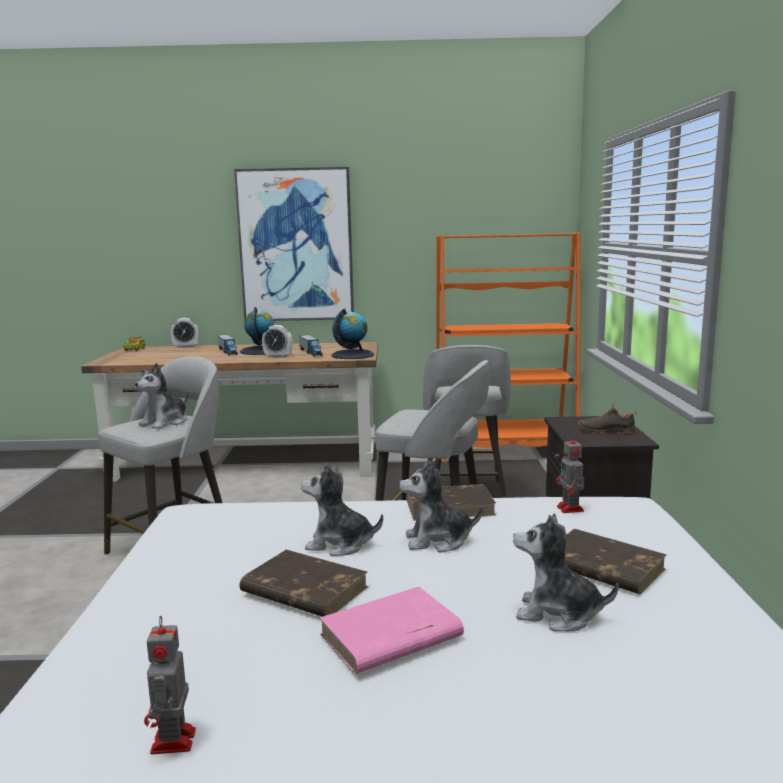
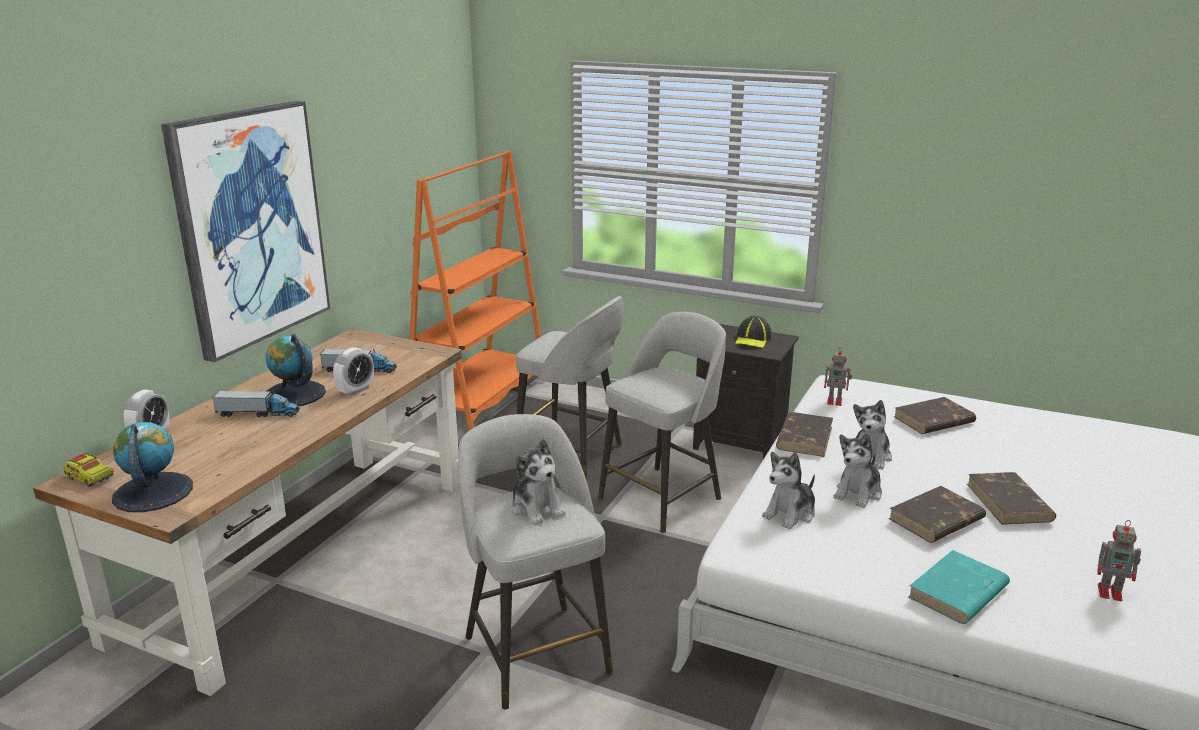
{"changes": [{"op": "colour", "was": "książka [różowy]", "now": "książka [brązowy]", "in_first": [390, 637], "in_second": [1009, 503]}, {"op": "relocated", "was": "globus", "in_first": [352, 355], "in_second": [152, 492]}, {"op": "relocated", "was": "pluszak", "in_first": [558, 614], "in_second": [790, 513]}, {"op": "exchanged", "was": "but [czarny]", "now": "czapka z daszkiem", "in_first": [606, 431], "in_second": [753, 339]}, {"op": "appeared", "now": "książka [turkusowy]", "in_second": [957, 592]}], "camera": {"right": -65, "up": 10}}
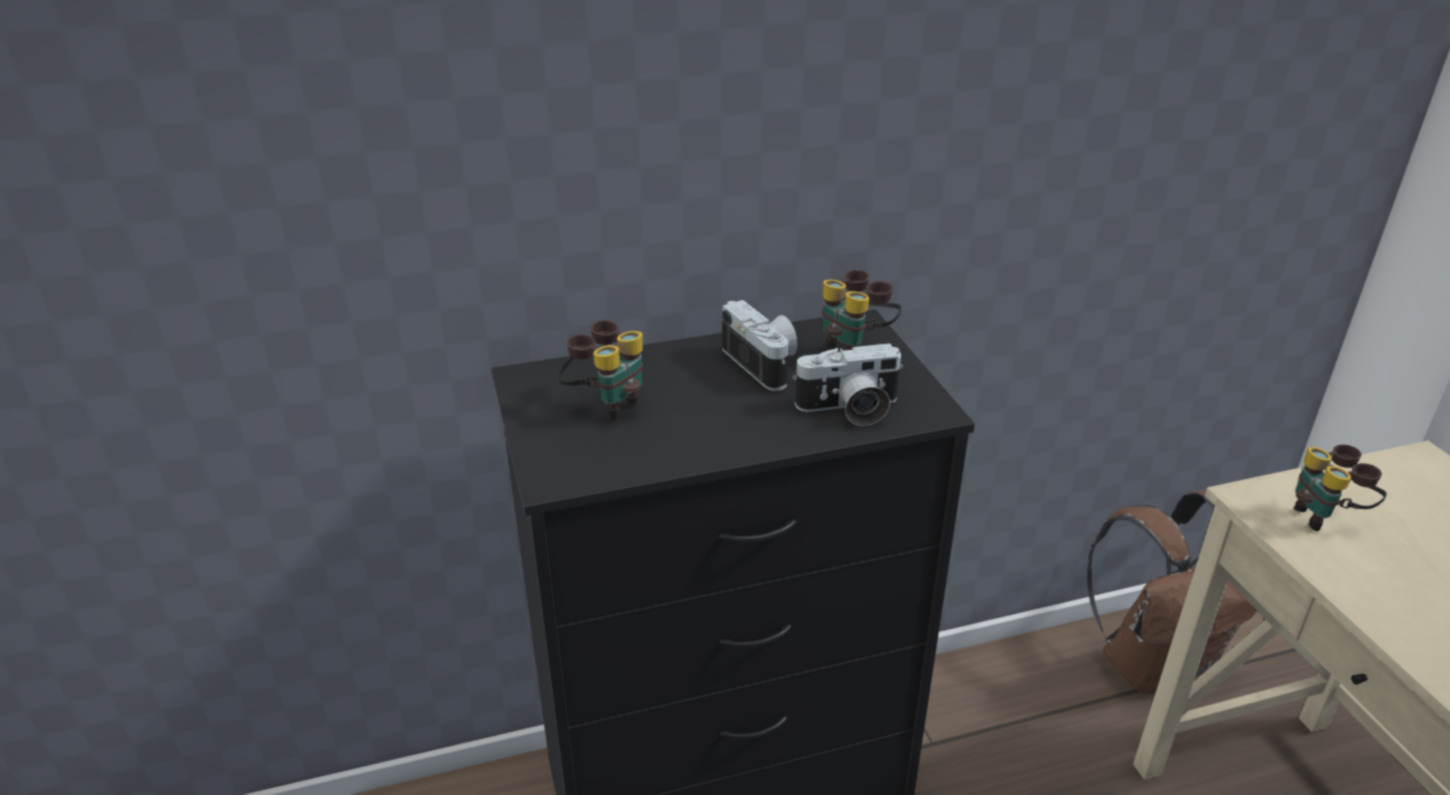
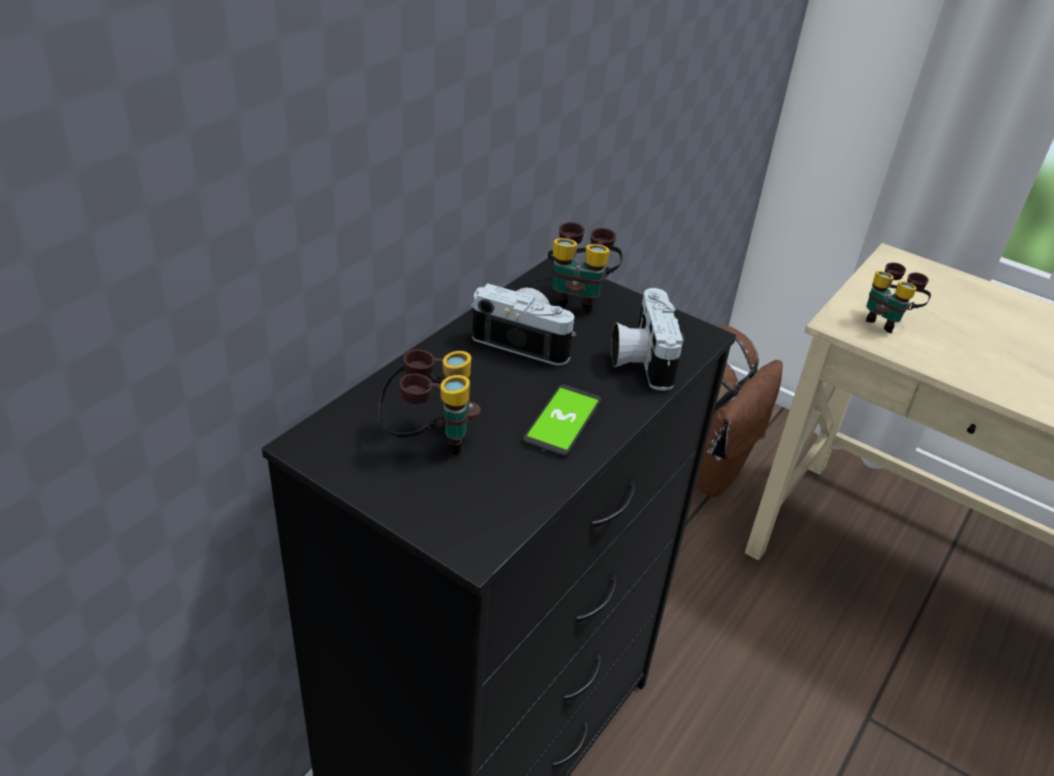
{"changes": [{"op": "spun", "was": "aparat fotograficzny", "in_first": [849, 410], "in_second": [640, 359], "clockwise": 135}, {"op": "appeared", "now": "telefon", "in_second": [563, 422]}], "camera": {"right": -40, "up": 5}}
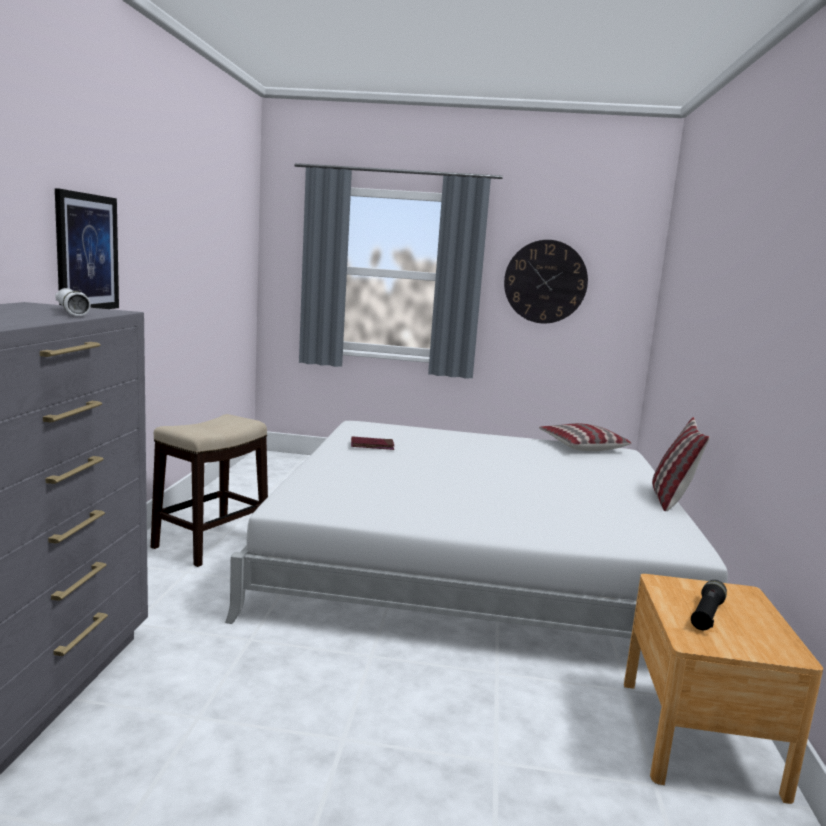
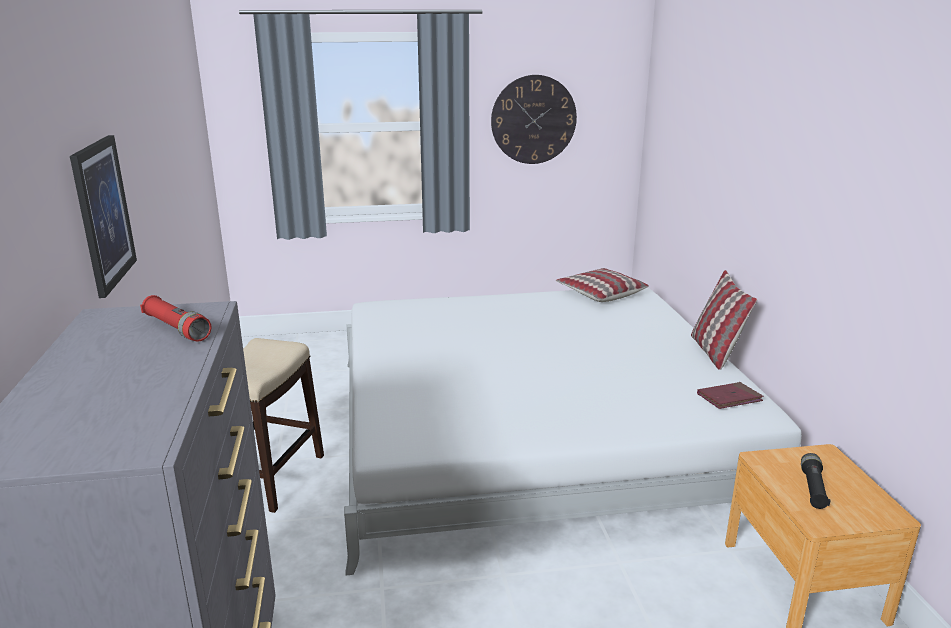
{"changes": [{"op": "colour", "was": "latarka [biały]", "now": "latarka [czerwony]", "in_first": [72, 312], "in_second": [177, 329]}, {"op": "relocated", "was": "książka [czerwony]", "in_first": [372, 446], "in_second": [729, 398]}], "camera": {"right": -15, "up": 10}}
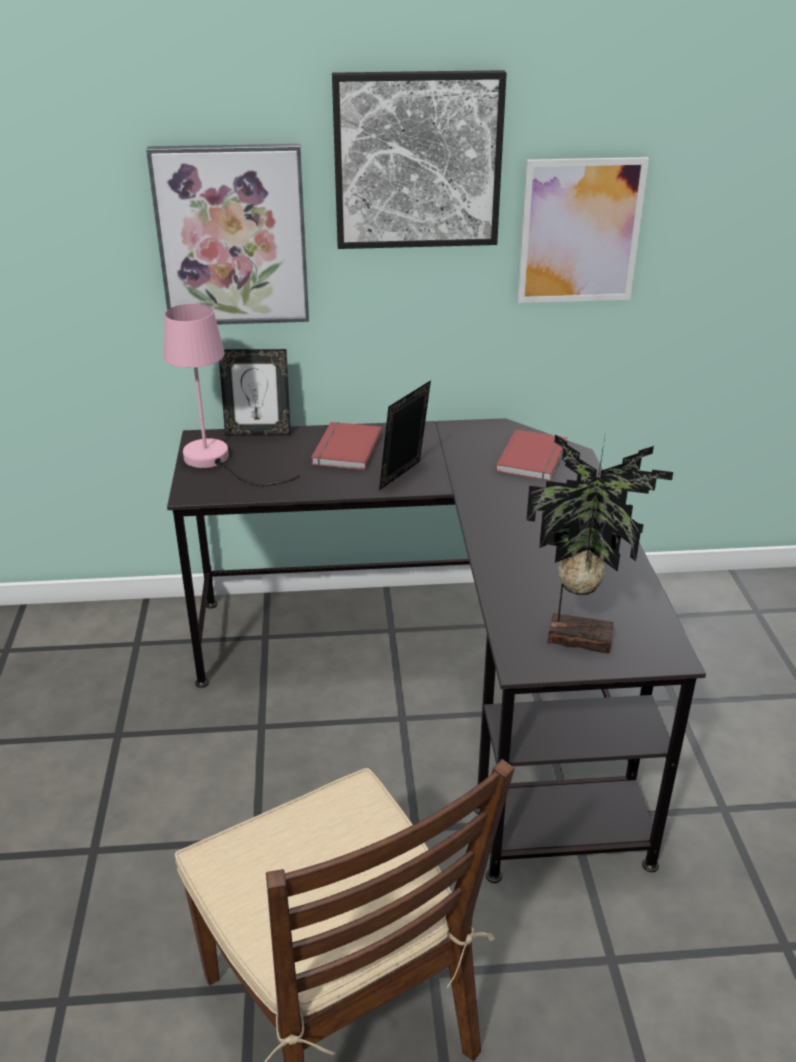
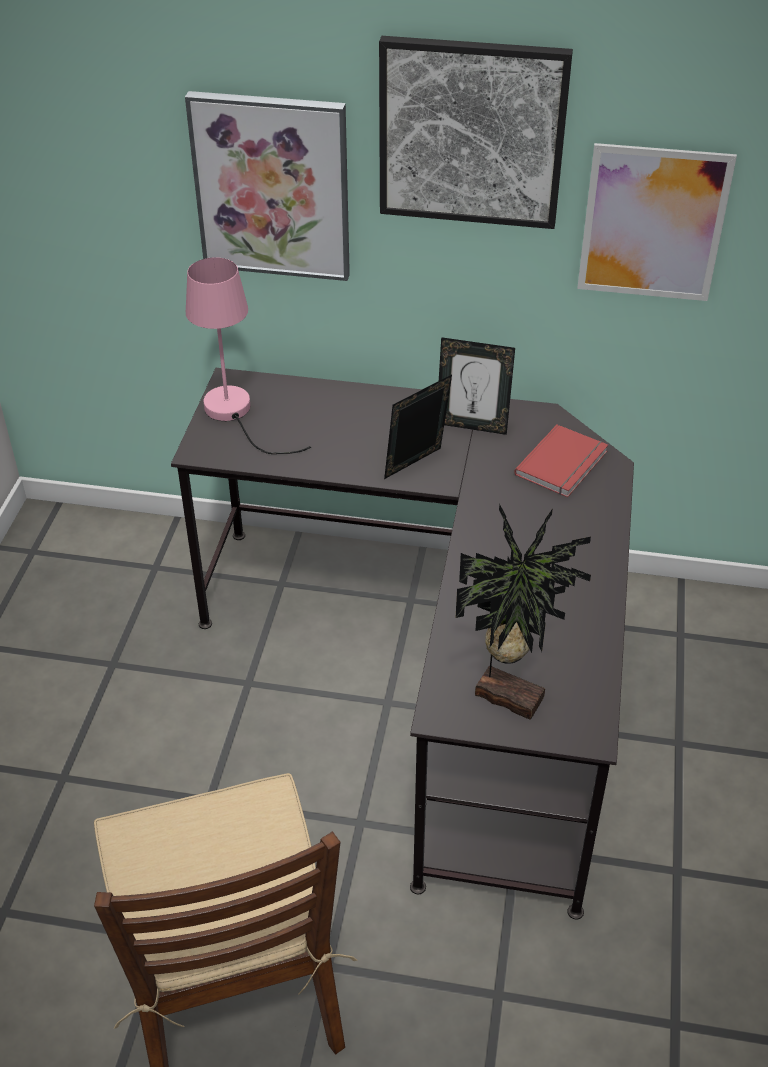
{"changes": [{"op": "relocated", "was": "ramka na zdjęcie", "in_first": [258, 433], "in_second": [472, 425]}, {"op": "missing", "was": "książka [czerwony]", "in_first": [344, 449]}], "camera": {"right": 15, "up": 10}}
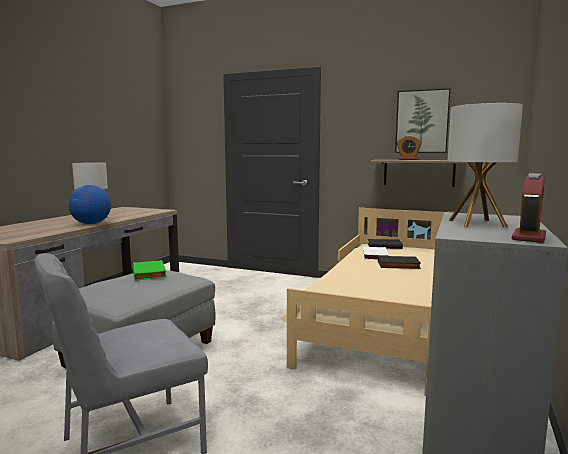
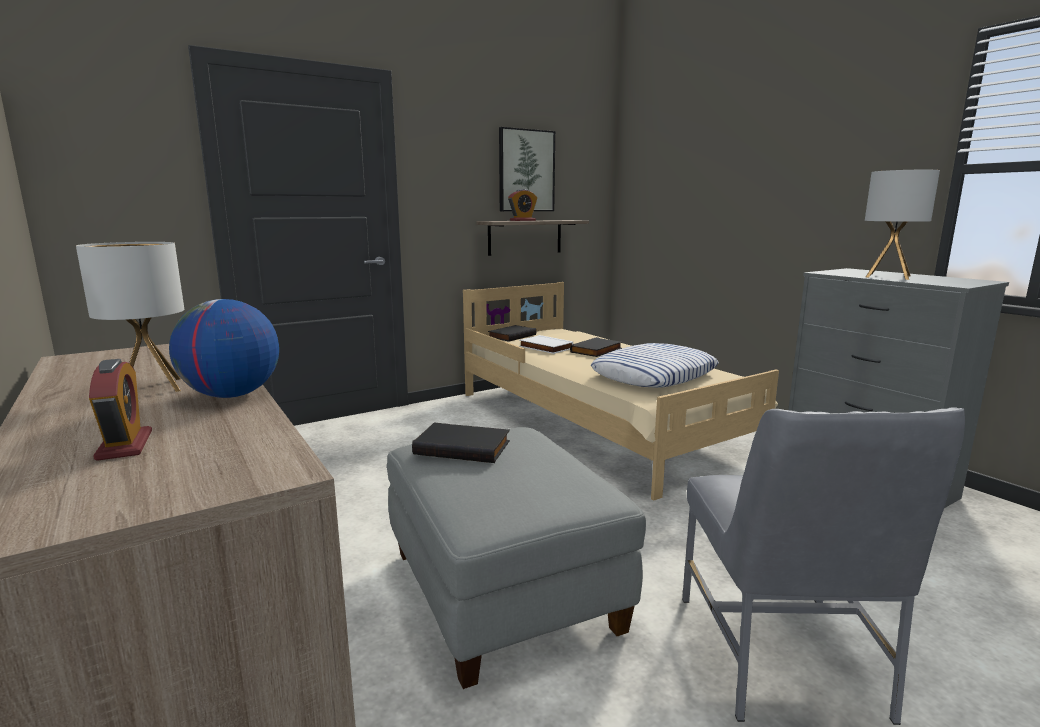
{"changes": [{"op": "colour", "was": "książka [zielony]", "now": "książka [czarny]", "in_first": [150, 273], "in_second": [463, 447]}, {"op": "relocated", "was": "budzik", "in_first": [529, 237], "in_second": [125, 445]}, {"op": "appeared", "now": "poduszka", "in_second": [654, 375]}], "camera": {"right": -55, "up": 5}}
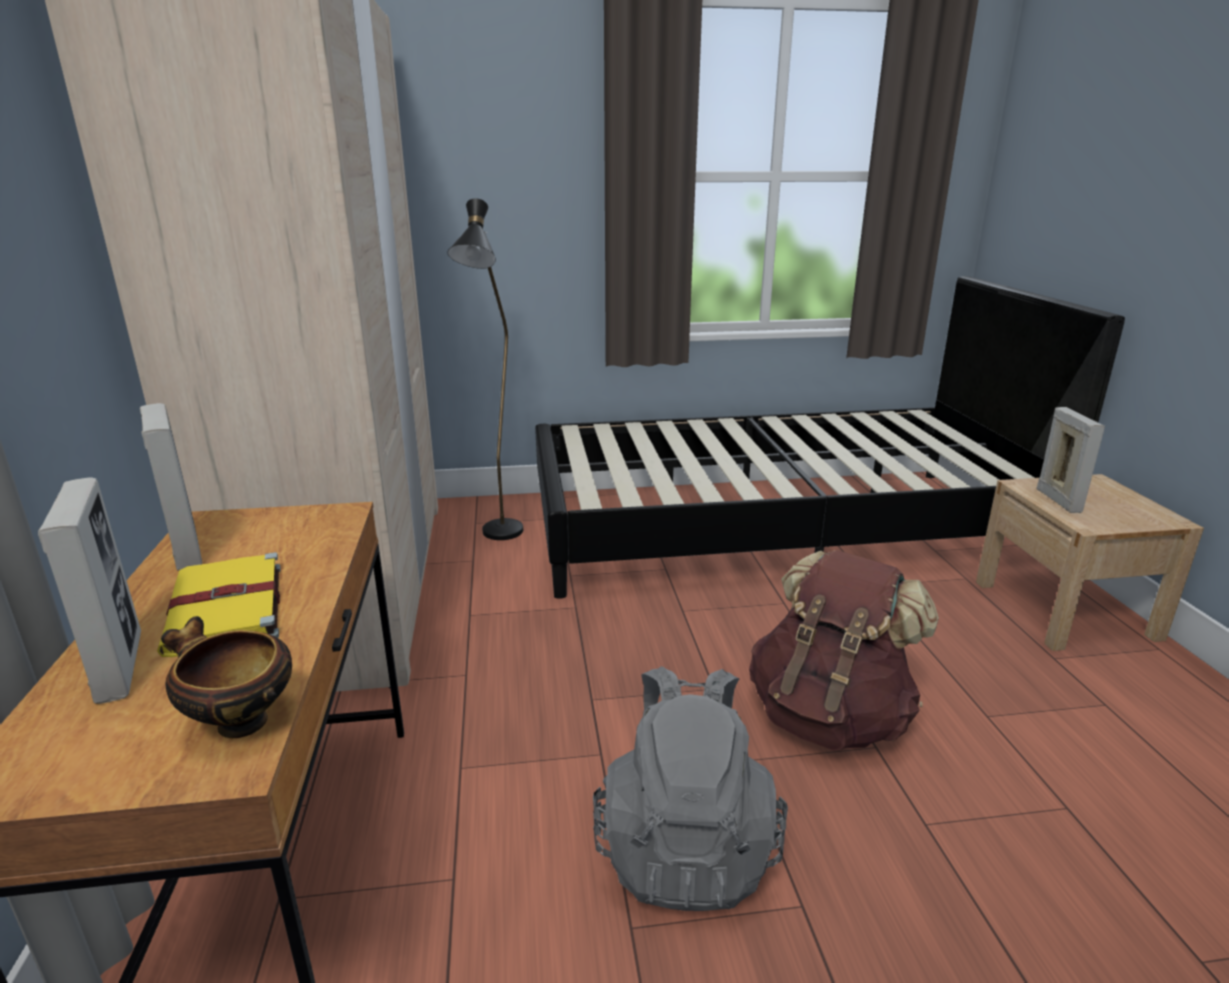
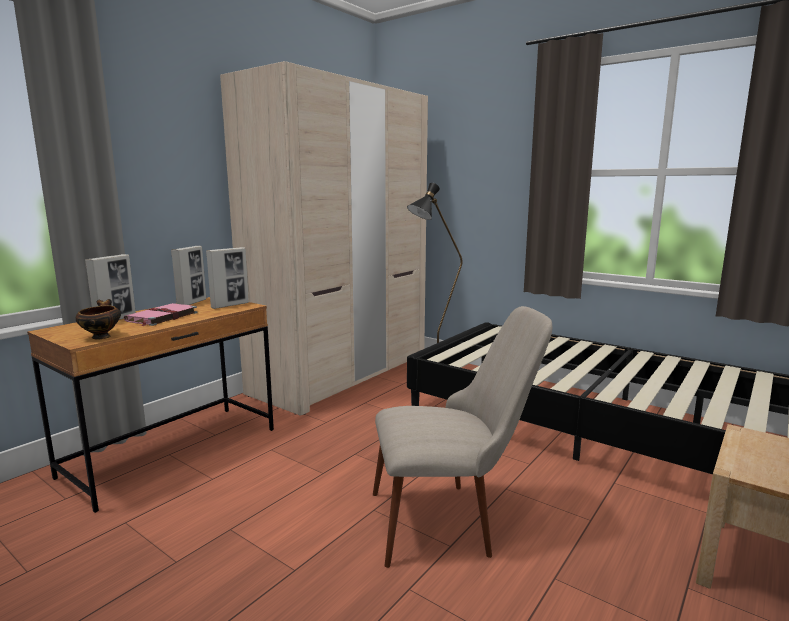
{"changes": [{"op": "colour", "was": "książka [żółty]", "now": "książka [różowy]", "in_first": [226, 610], "in_second": [161, 317]}, {"op": "missing", "was": "plecak [szary]", "in_first": [685, 848]}, {"op": "exchanged", "was": "plecak [brązowy]", "now": "krzesło [beżowy]", "in_first": [829, 716], "in_second": [451, 520]}, {"op": "relocated", "was": "ramka na zdjęcie", "in_first": [1058, 501], "in_second": [230, 305]}], "camera": {"right": 45, "up": -10}}
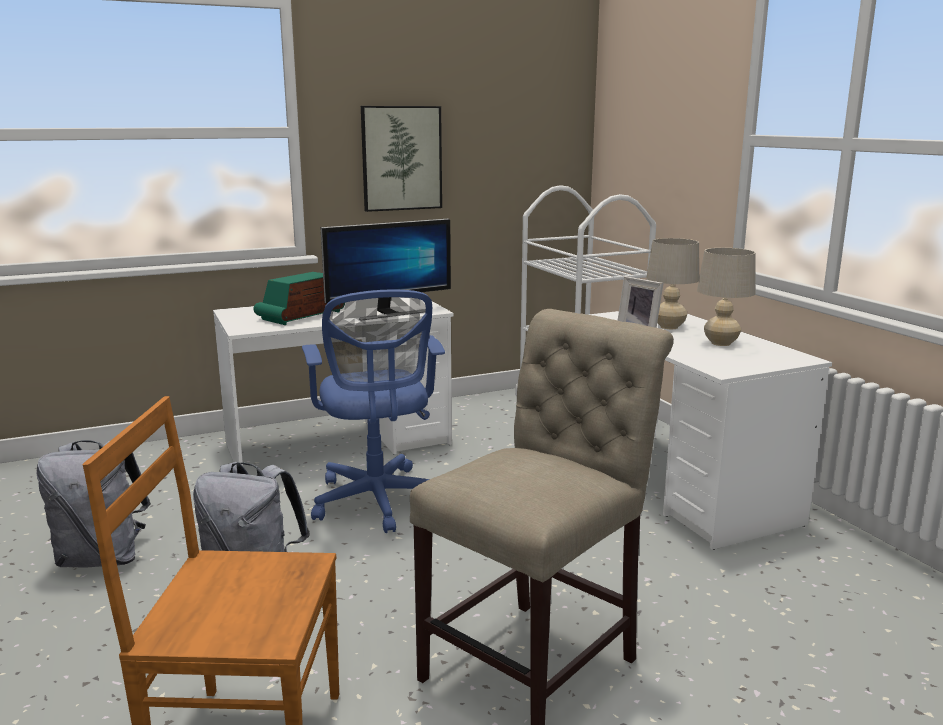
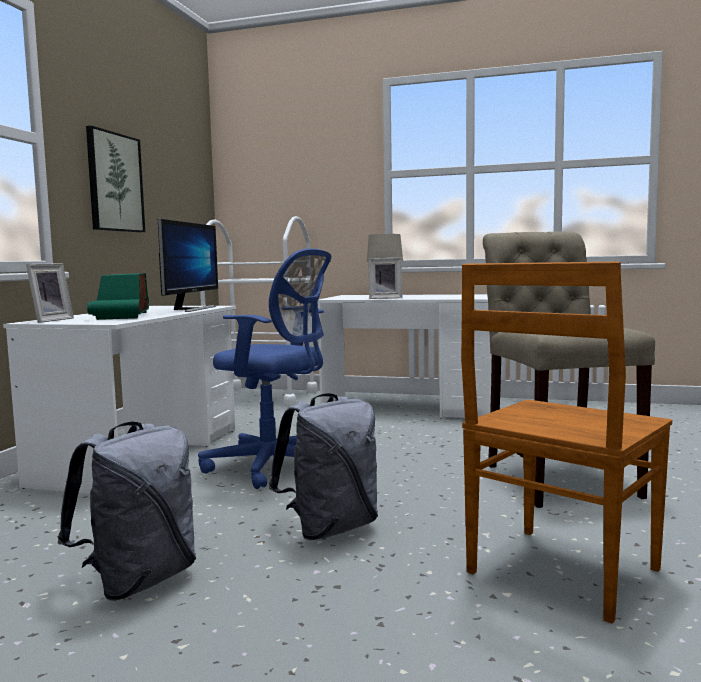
{"changes": [{"op": "missing", "was": "lampa stołowa [beżowy]", "in_first": [721, 343]}, {"op": "appeared", "now": "ramka na zdjęcie", "in_second": [49, 320]}], "camera": {"right": -50, "up": -10}}
